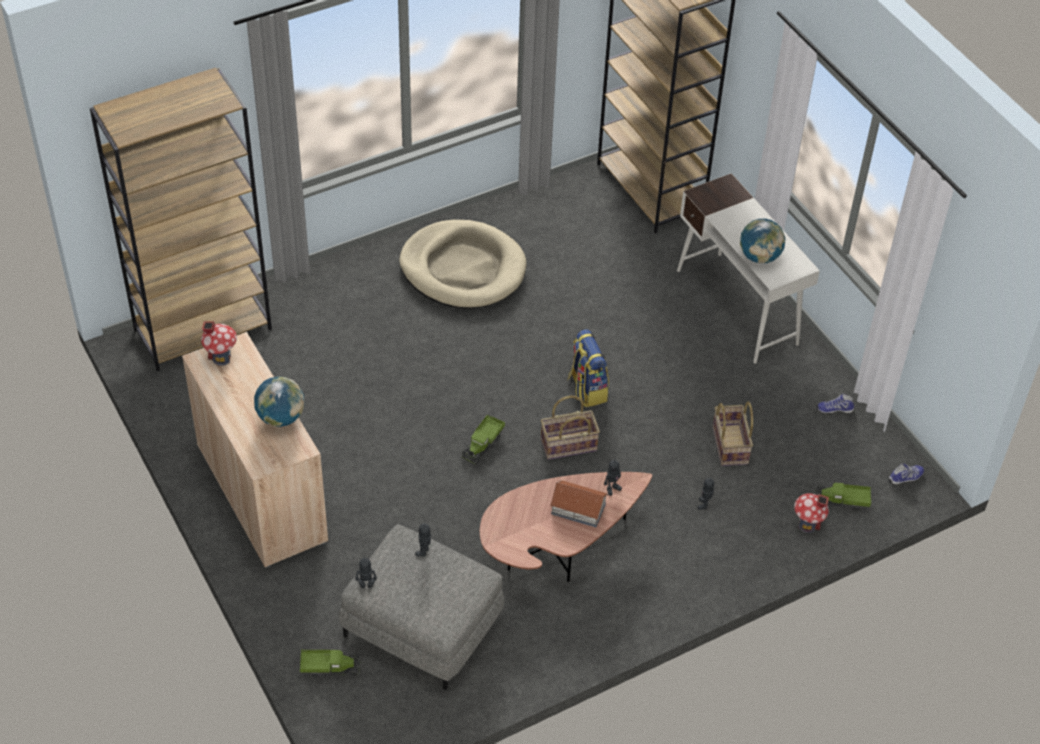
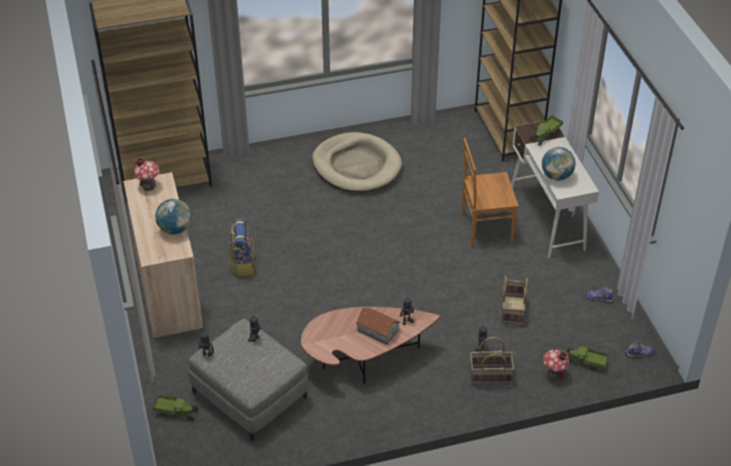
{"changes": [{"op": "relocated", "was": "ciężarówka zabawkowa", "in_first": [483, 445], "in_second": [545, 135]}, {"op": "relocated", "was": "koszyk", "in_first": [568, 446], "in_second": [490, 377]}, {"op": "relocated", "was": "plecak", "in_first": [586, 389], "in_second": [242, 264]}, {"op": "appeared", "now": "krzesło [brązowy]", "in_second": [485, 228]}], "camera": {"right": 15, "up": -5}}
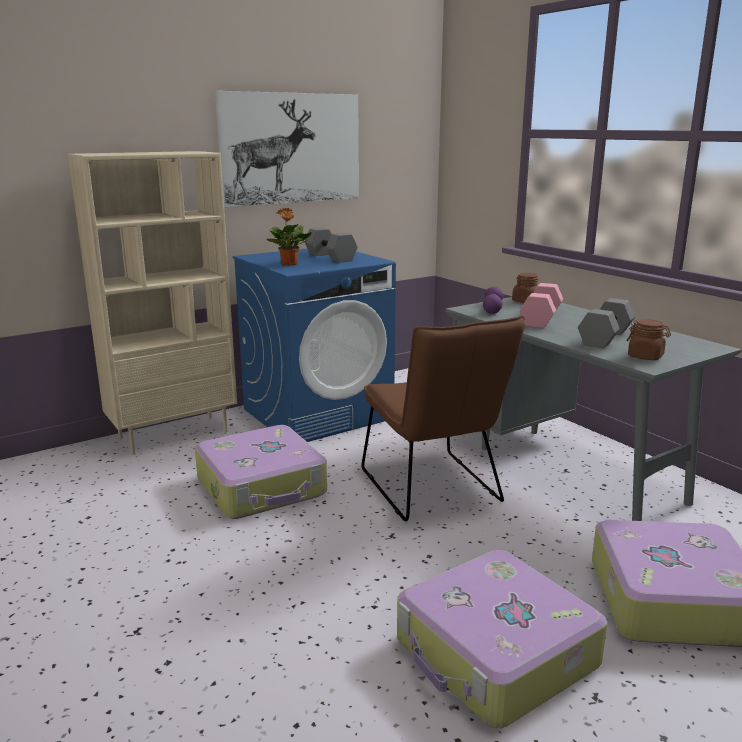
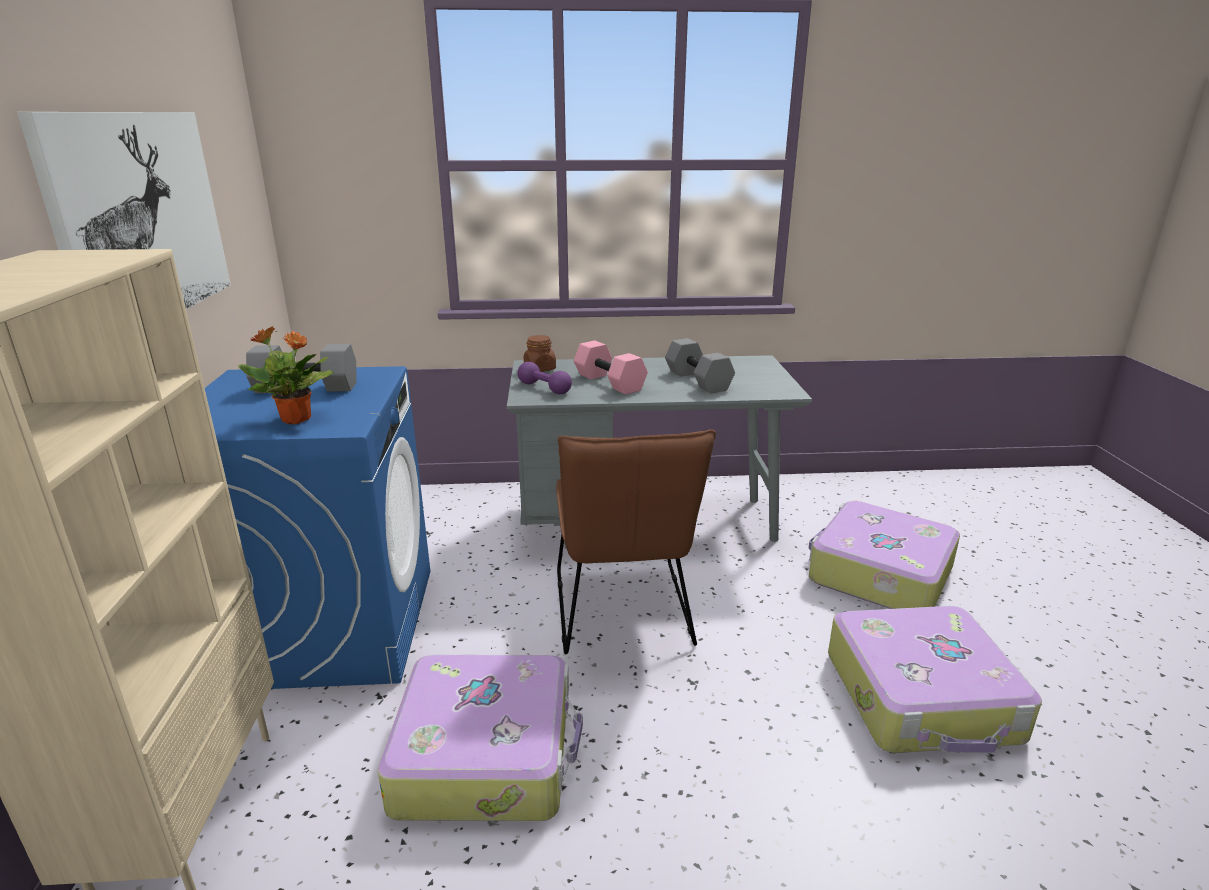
{"changes": [{"op": "spun", "was": "krzesło [brązowy]", "in_first": [433, 490], "in_second": [623, 614], "clockwise": 75}, {"op": "missing", "was": "słoik [brązowy]", "in_first": [645, 356]}], "camera": {"right": -60, "up": 5}}
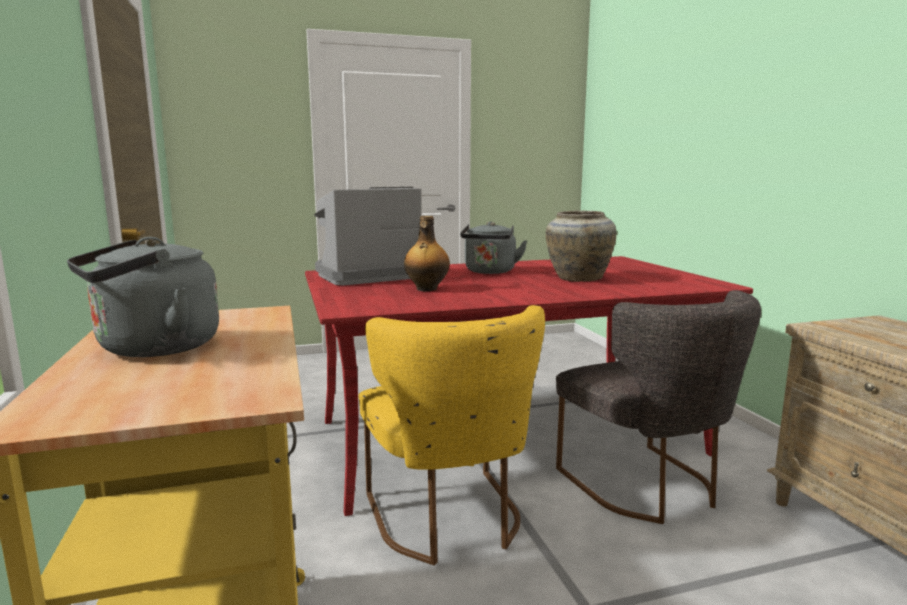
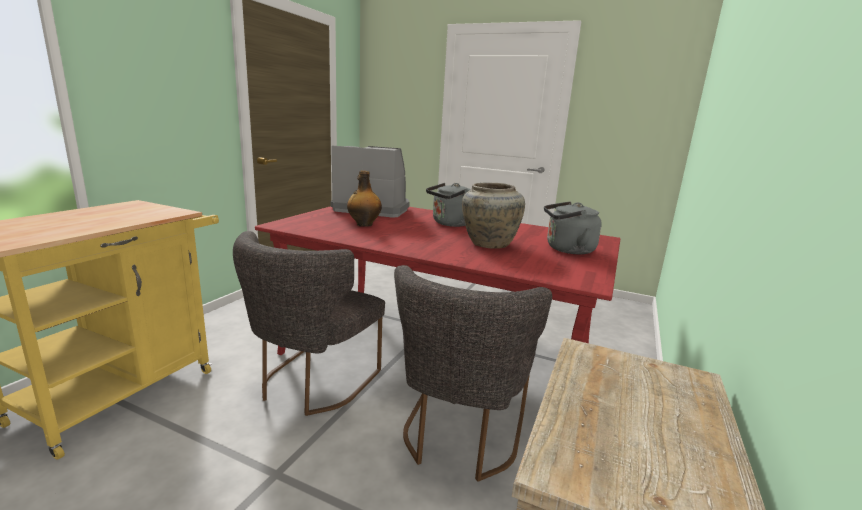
{"changes": [{"op": "relocated", "was": "czajnik [szary]", "in_first": [152, 348], "in_second": [567, 249]}, {"op": "colour", "was": "krzesło [żółty]", "now": "krzesło [szary]", "in_first": [450, 521], "in_second": [312, 384]}], "camera": {"right": 40, "up": 5}}
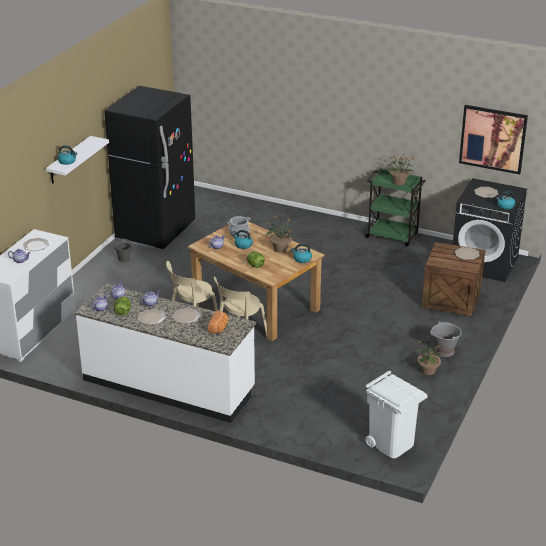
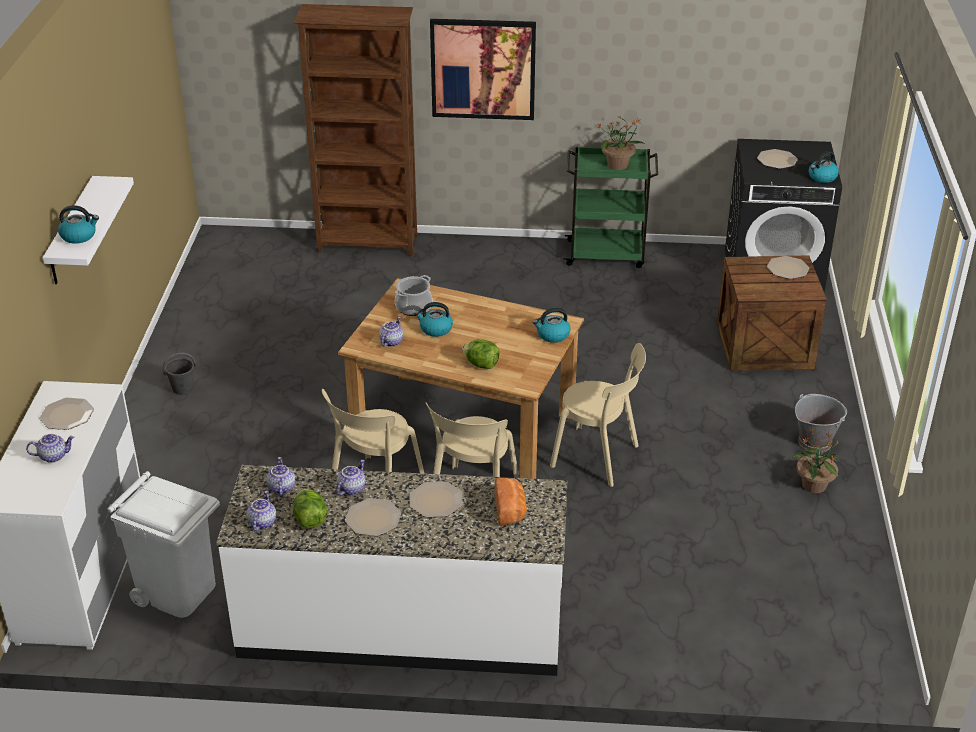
{"changes": [{"op": "missing", "was": "lodówka [czarny]", "in_first": [156, 231]}, {"op": "missing", "was": "roślina doniczkowa", "in_first": [280, 249]}, {"op": "relocated", "was": "kosz na śmieci [biały]", "in_first": [391, 443], "in_second": [178, 591]}, {"op": "relocated", "was": "obraz", "in_first": [493, 139], "in_second": [483, 69]}, {"op": "appeared", "now": "regał [brązowy]", "in_second": [368, 244]}, {"op": "appeared", "now": "krzesło [beżowy]", "in_second": [598, 457]}], "camera": {"right": -20, "up": 5}}
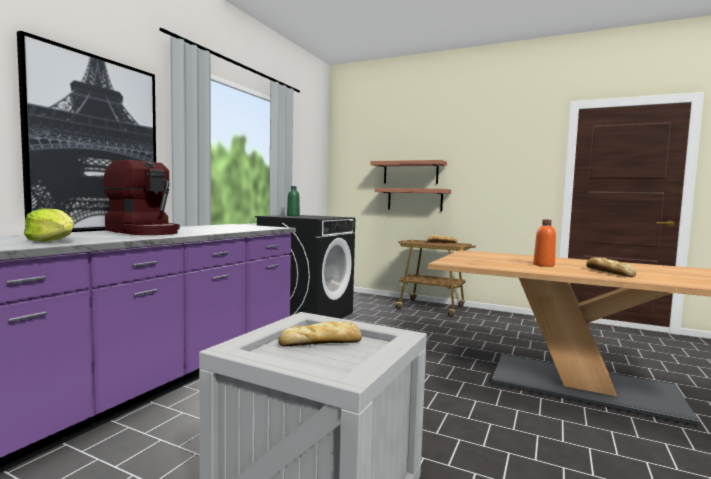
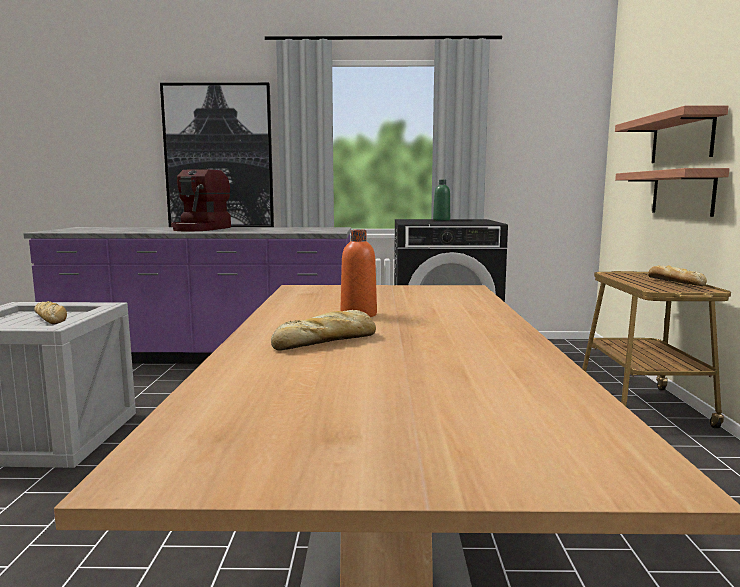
{"changes": [{"op": "missing", "was": "sałata", "in_first": [52, 241]}], "camera": {"right": 65, "up": 5}}
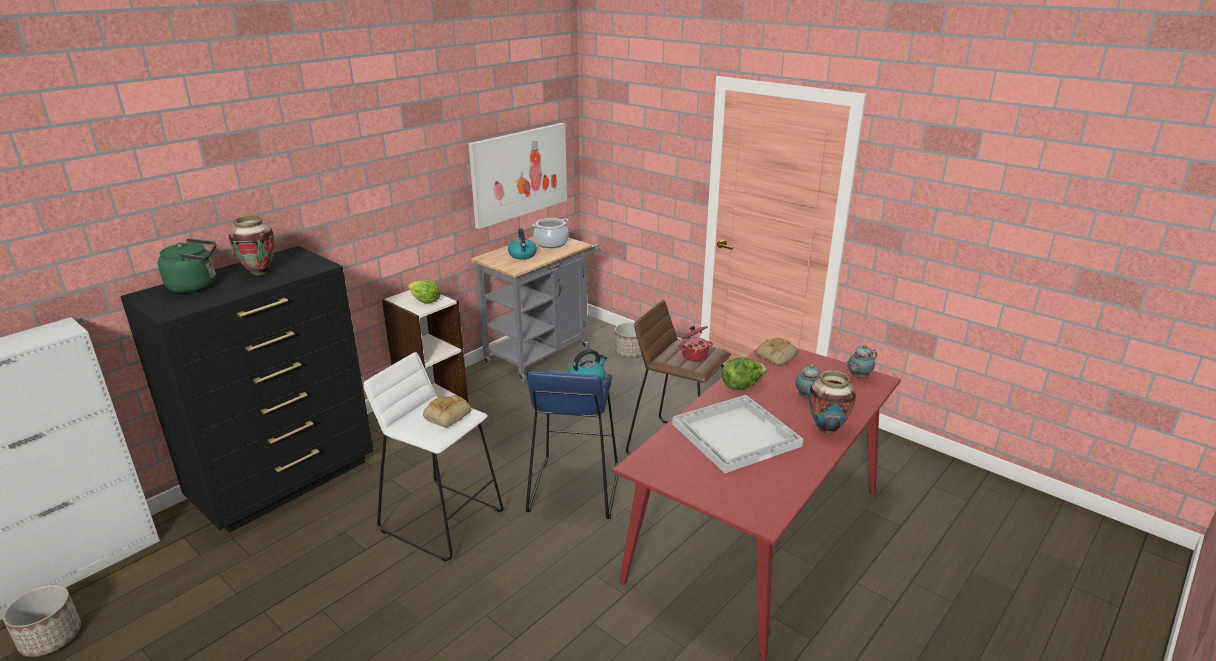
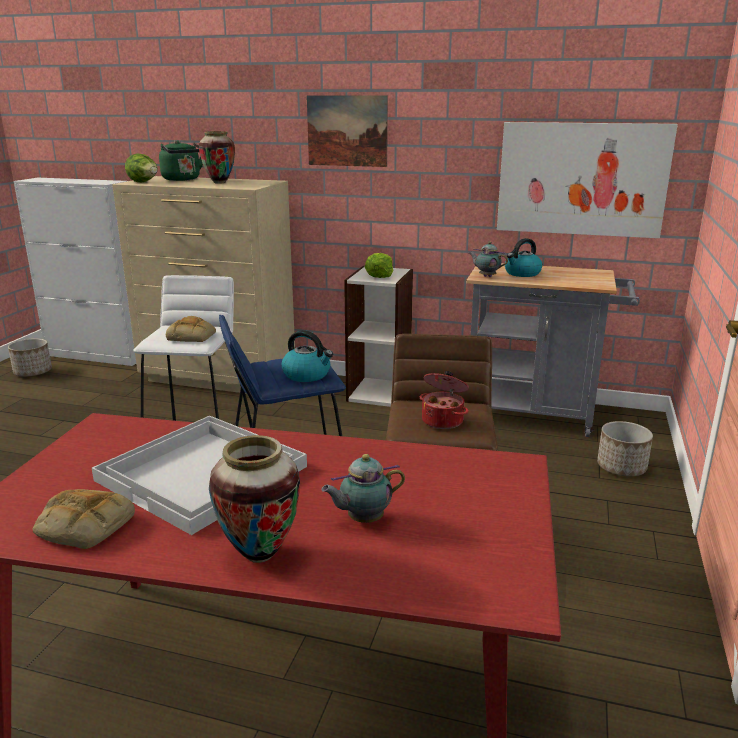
{"changes": [{"op": "colour", "was": "komoda [czarny]", "now": "komoda [beżowy]", "in_first": [286, 481], "in_second": [219, 378]}, {"op": "missing", "was": "garnek", "in_first": [551, 243]}, {"op": "relocated", "was": "sałata", "in_first": [742, 386], "in_second": [144, 182]}, {"op": "relocated", "was": "chleb", "in_first": [777, 356], "in_second": [83, 526]}, {"op": "relocated", "was": "imbryk", "in_first": [858, 377], "in_second": [486, 276]}, {"op": "appeared", "now": "obraz", "in_second": [347, 131]}], "camera": {"right": 65, "up": -5}}
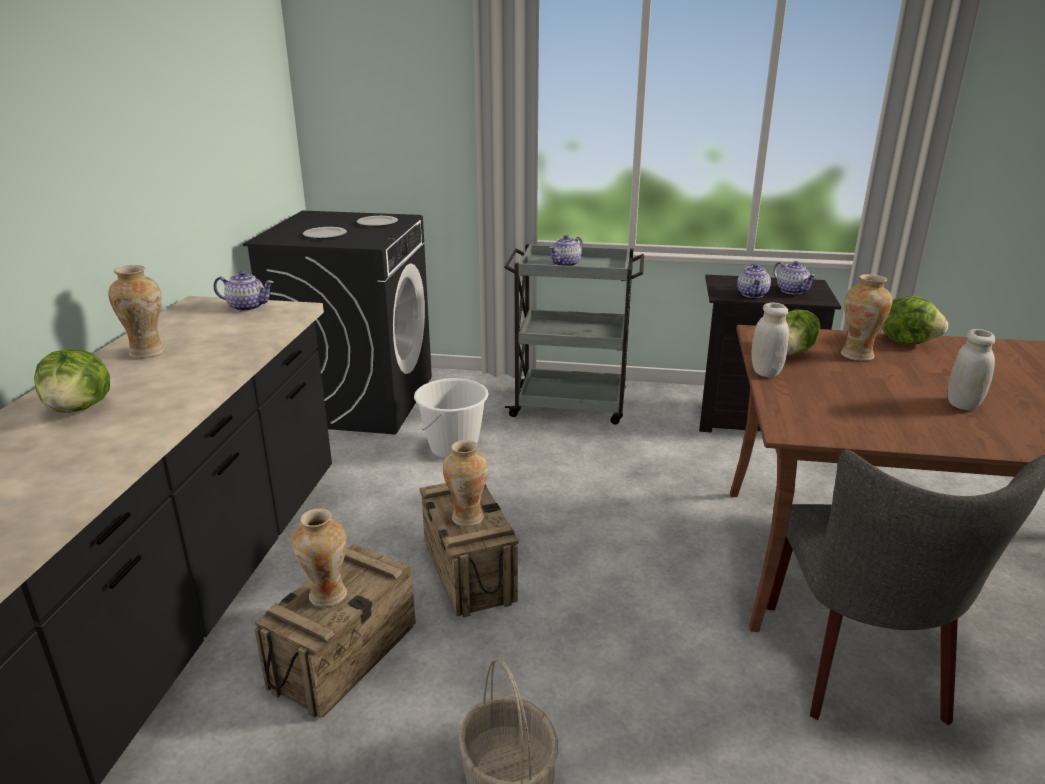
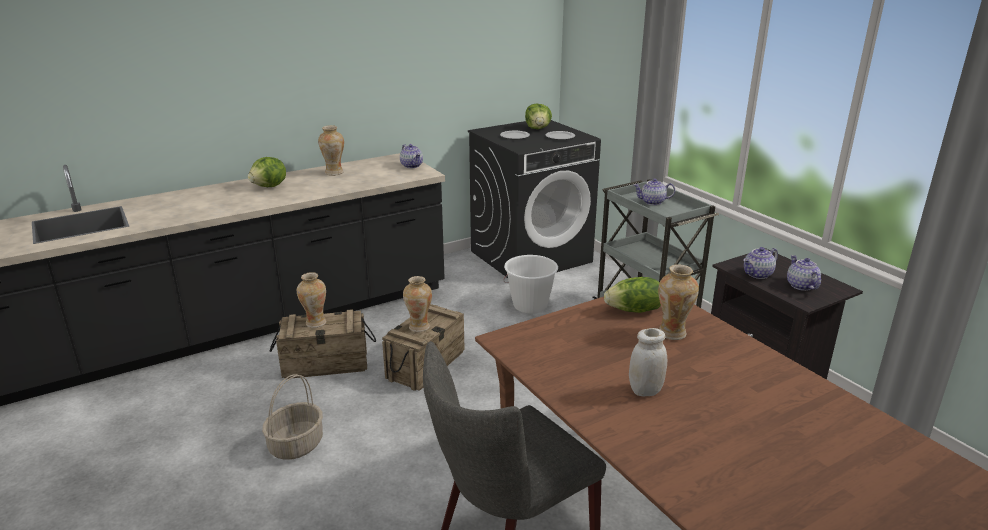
{"changes": [{"op": "missing", "was": "słoik [biały]", "in_first": [765, 372]}, {"op": "spun", "was": "imbryk", "in_first": [792, 291], "in_second": [801, 285], "clockwise": 150}, {"op": "relocated", "was": "sałata", "in_first": [907, 341], "in_second": [538, 128]}], "camera": {"right": 50, "up": 0}}
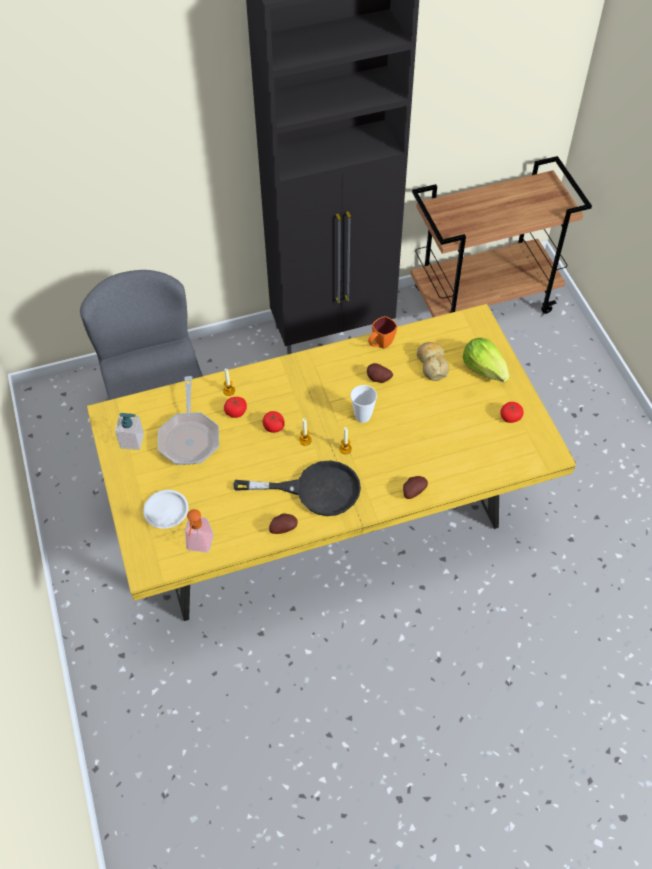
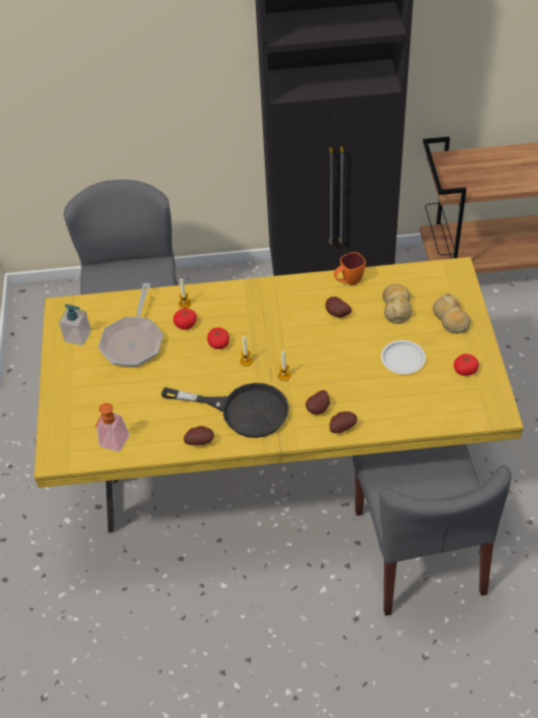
{"changes": [{"op": "relocated", "was": "talerz [biały]", "in_first": [166, 511], "in_second": [402, 359]}, {"op": "missing", "was": "filiżanka", "in_first": [363, 416]}, {"op": "exchanged", "was": "sałata", "now": "chleb", "in_first": [485, 369], "in_second": [451, 319]}, {"op": "appeared", "now": "ziemniak", "in_second": [319, 409]}, {"op": "appeared", "now": "krzesło [szary]", "in_second": [419, 552]}], "camera": {"right": 15, "up": -5}}
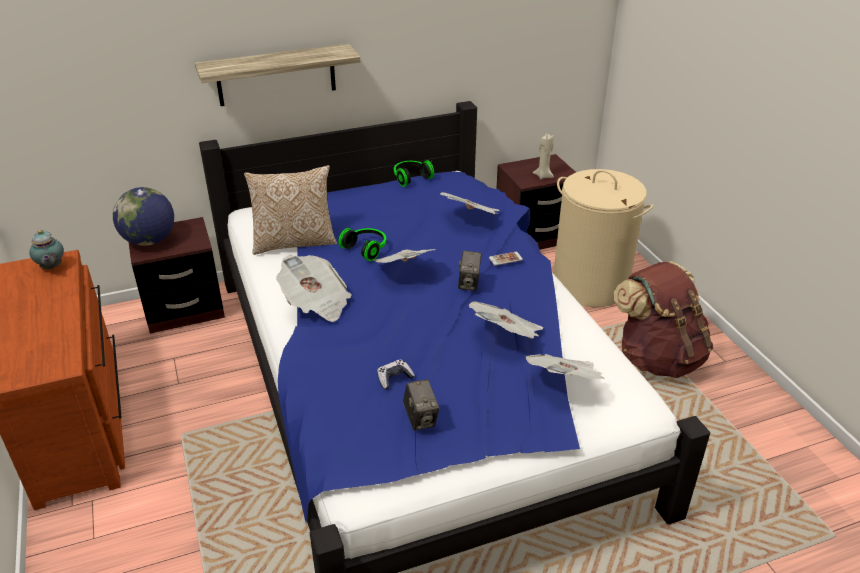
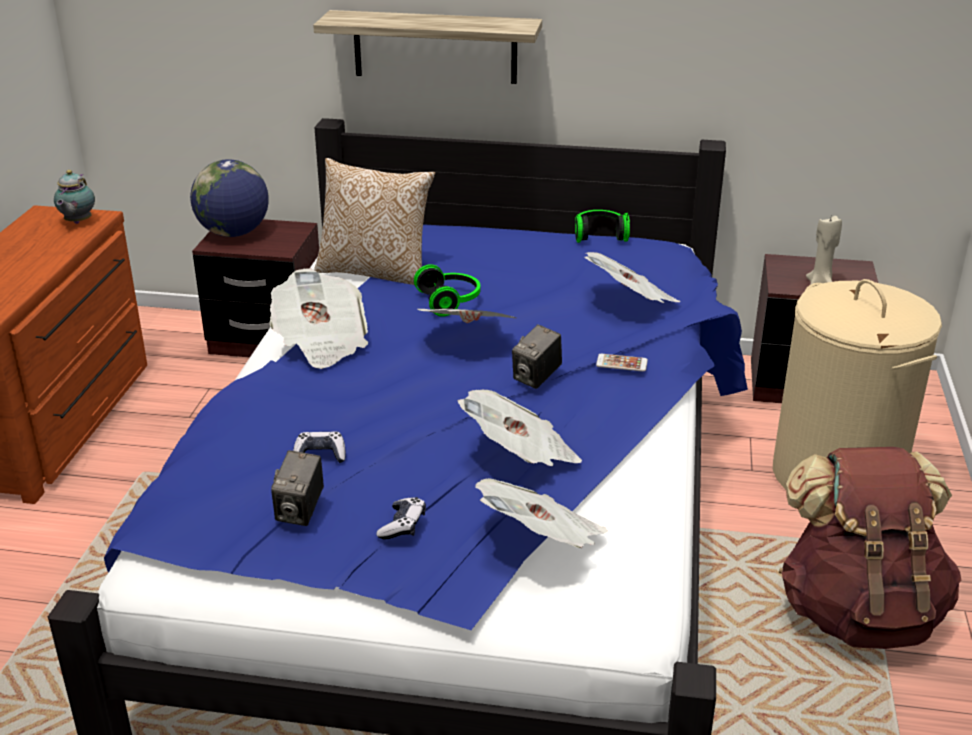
{"changes": [{"op": "appeared", "now": "pad do gier", "in_second": [402, 526]}], "camera": {"right": 30, "up": -5}}
